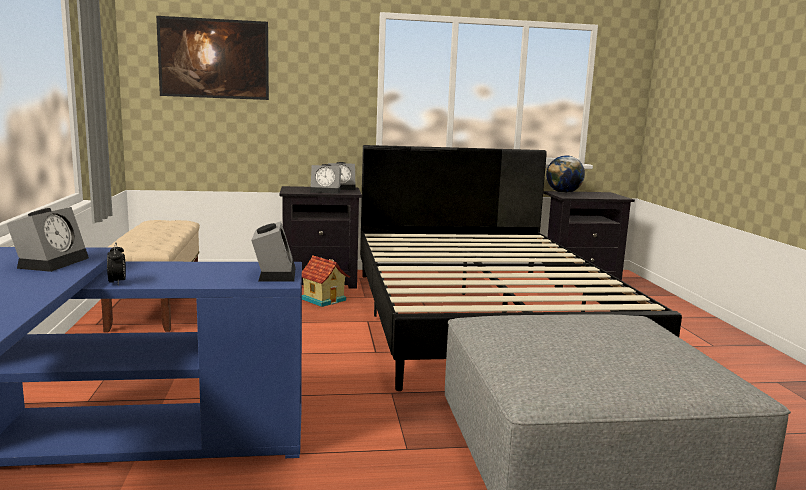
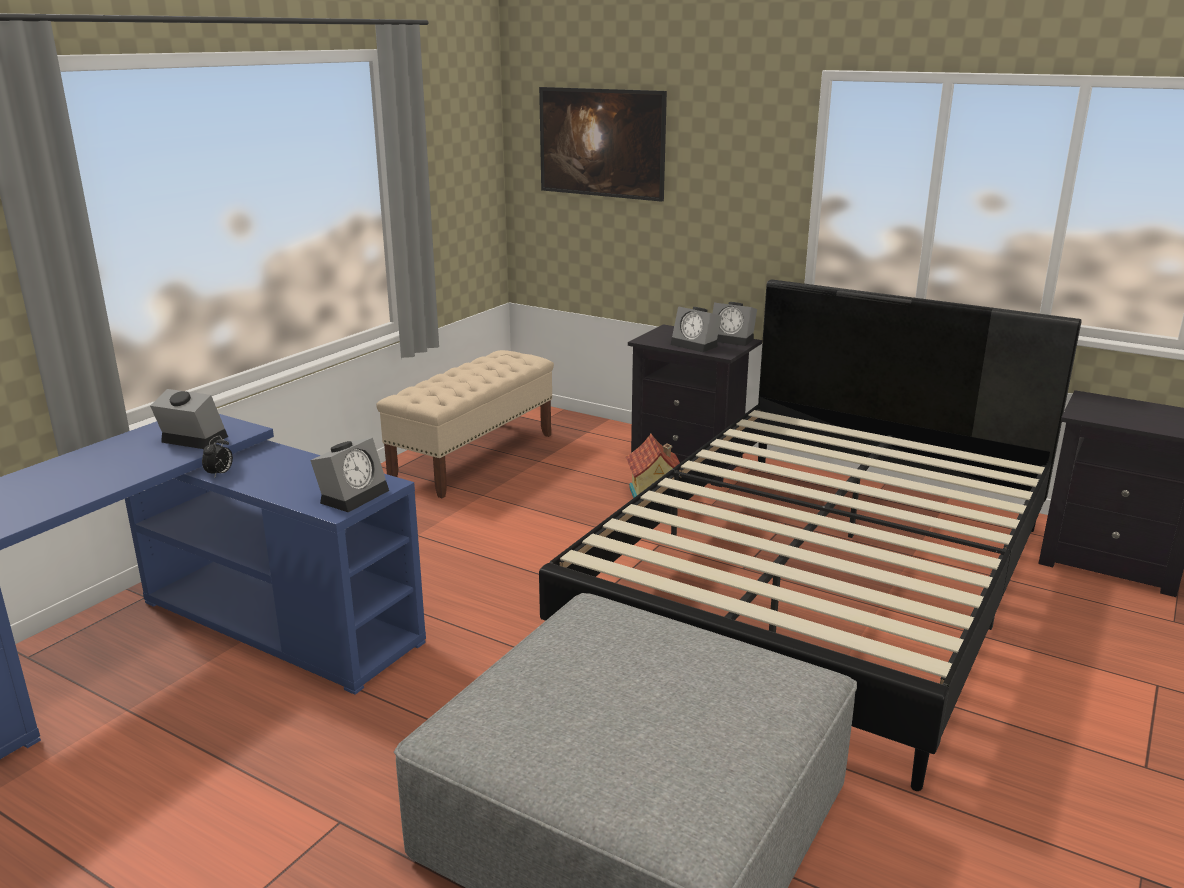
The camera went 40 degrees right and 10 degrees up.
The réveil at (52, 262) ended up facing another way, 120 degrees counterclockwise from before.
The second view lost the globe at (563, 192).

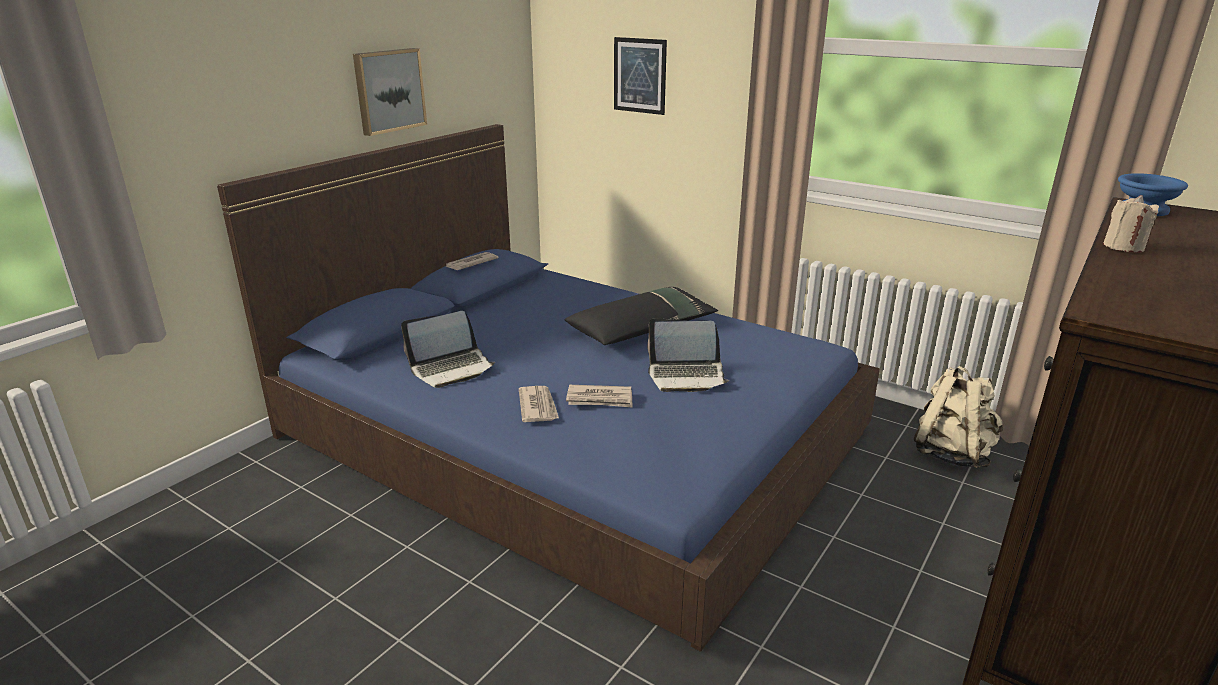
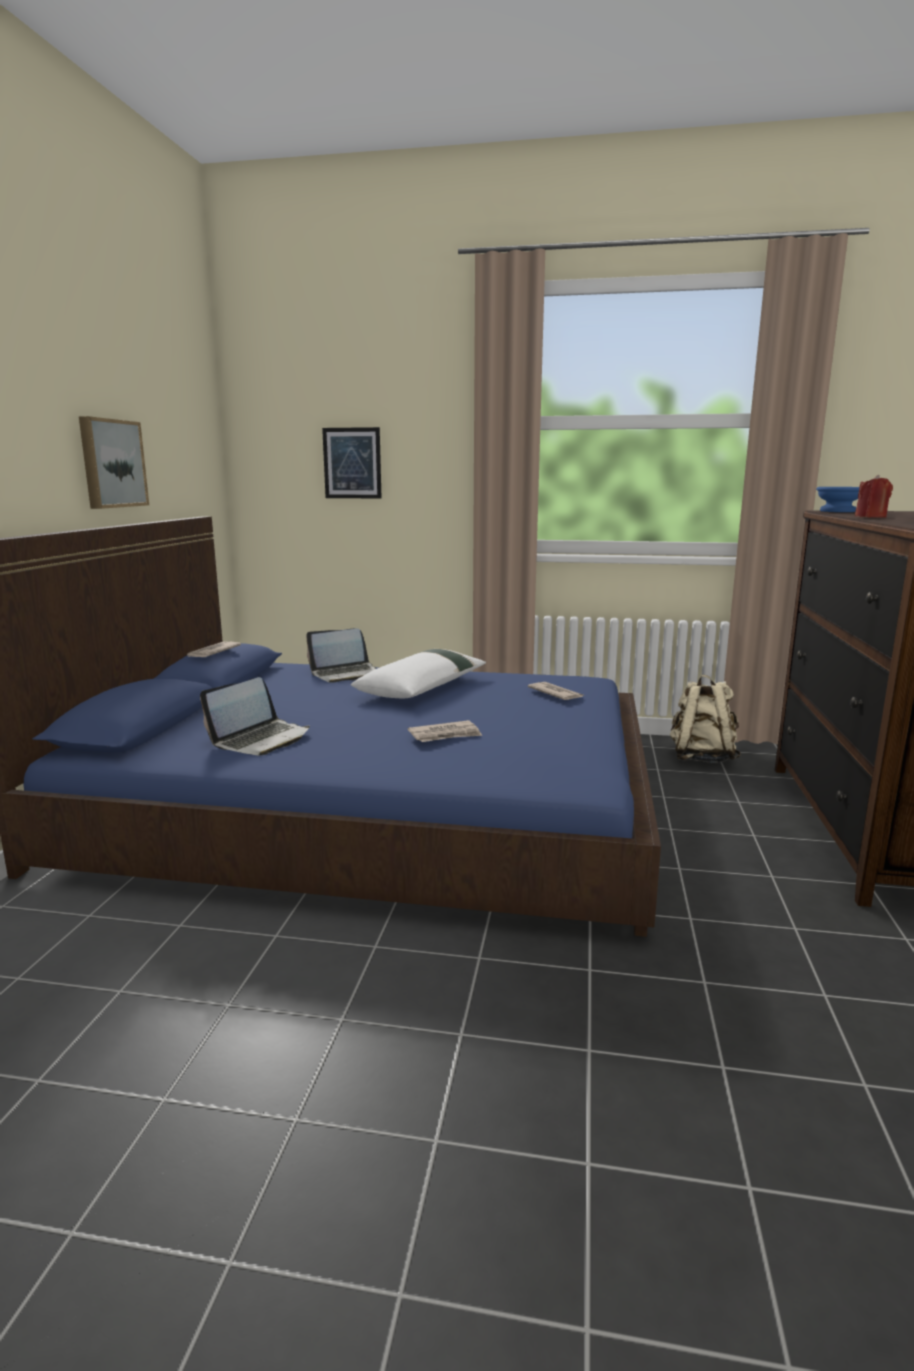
The camera went 25 degrees left and 10 degrees down.
The journal ended up elsewhere, having gone from (538, 406) to (555, 694).
What was the coussin [noir] at (642, 328) turned into the coussin [blanc] at (422, 687).
The ordinateur portable ended up elsewhere, having gone from (686, 376) to (345, 674).
What was the bougie [beige] at (1123, 247) turned into the bougie [rouge] at (870, 517).

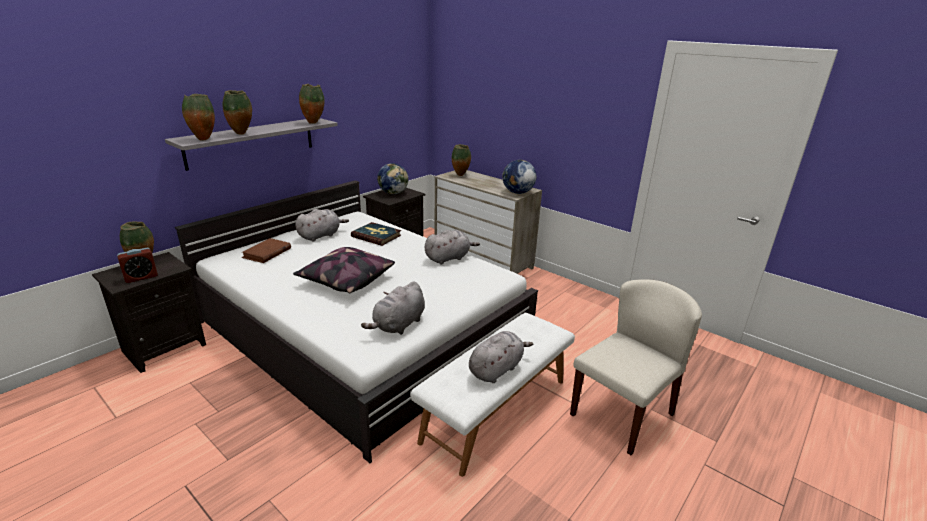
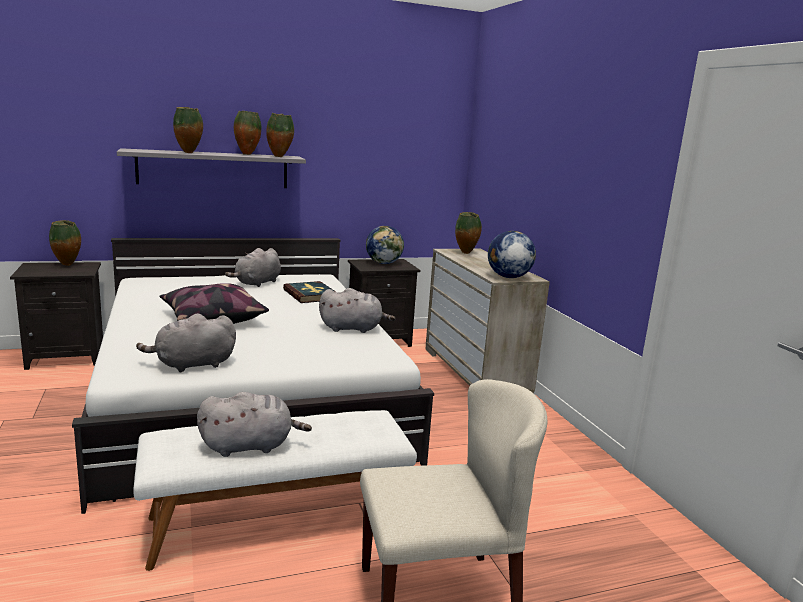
The camera went 30 degrees right and 10 degrees down.
The second view lost the réveil at (141, 277).
The vase ended up elsewhere, having gone from (203, 139) to (247, 154).
The second view lost the livre [marron] at (267, 253).
The peluche [gris] at (321, 235) ended up facing another way, 135 degrees clockwise from before.

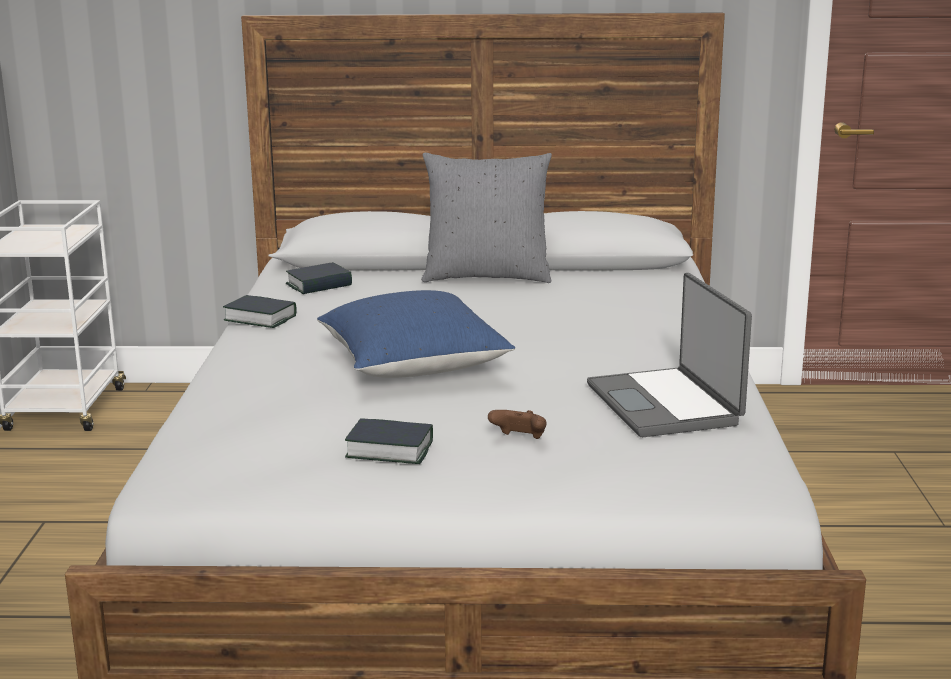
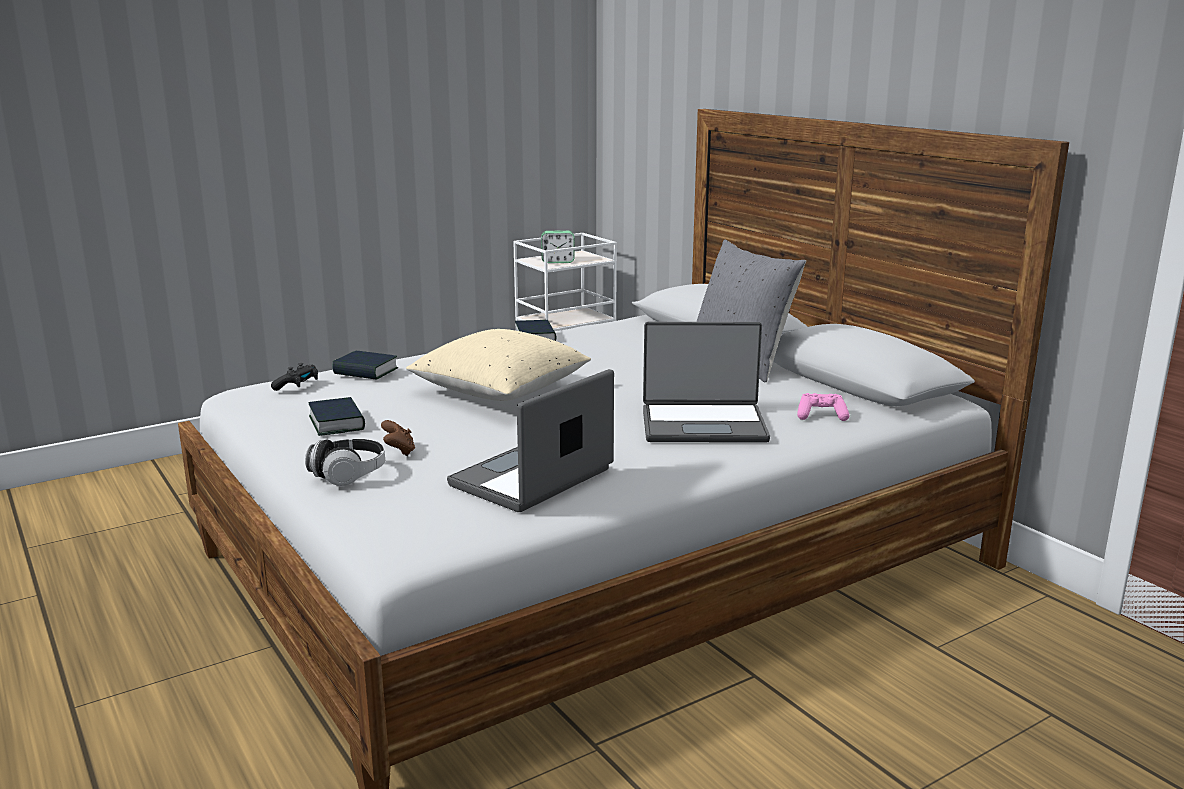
The camera went 55 degrees right and 0 degrees up.
The livre ended up elsewhere, having gone from (319, 285) to (365, 371).
What was the coussin [bleu] at (413, 366) turned into the coussin [beige] at (500, 391).
The second view gained the manette [noir] at (297, 386).
The second view gained the casque audio at (348, 475).
The second view gained the réveil at (558, 261).
The second view gained the ordinateur portable at (703, 425).
The second view gained the manette [rose] at (821, 416).

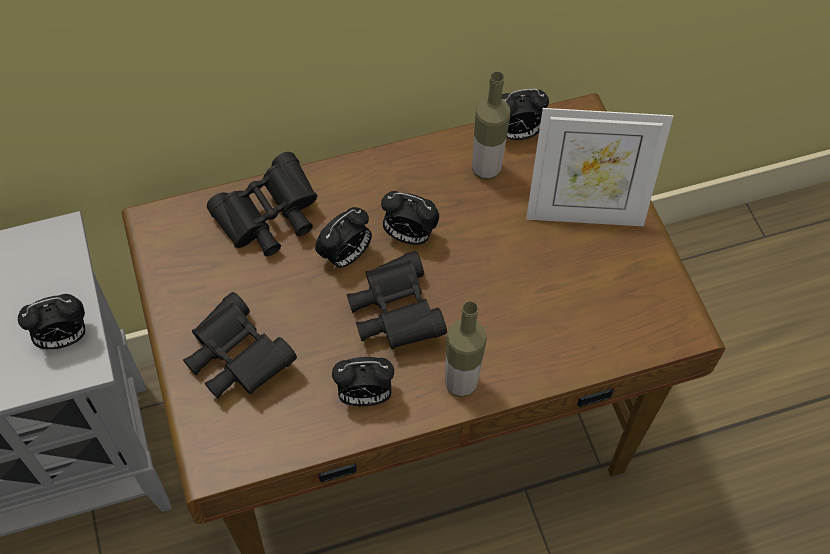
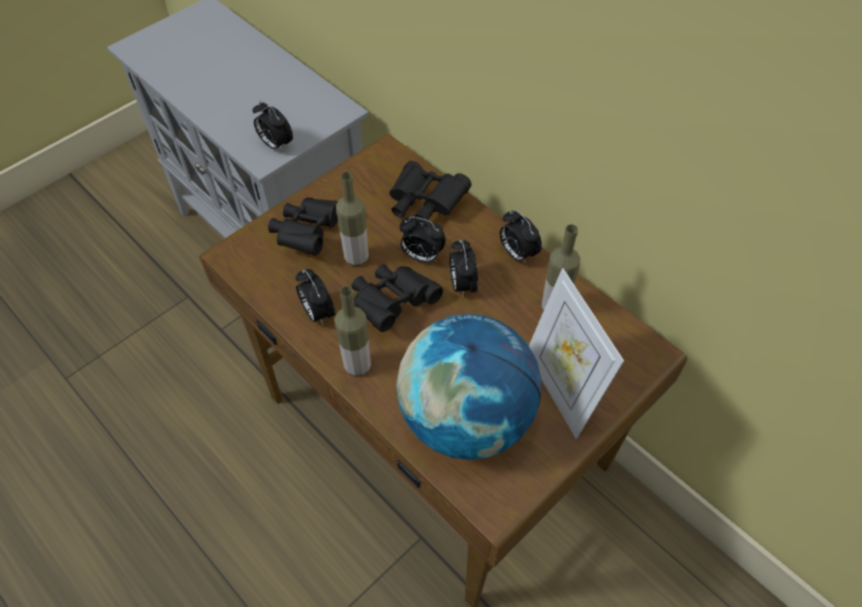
The camera went 65 degrees right and 5 degrees down.
The réveil ended up elsewhere, having gone from (517, 133) to (517, 253).
The second view gained the bouteille at (356, 258).
The second view gained the globe at (466, 418).

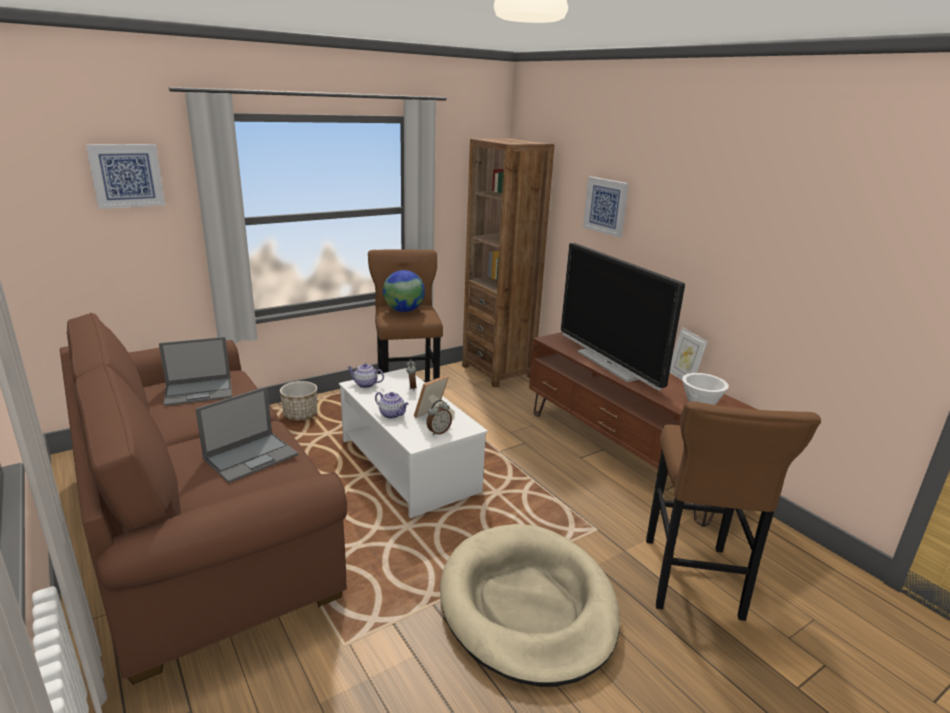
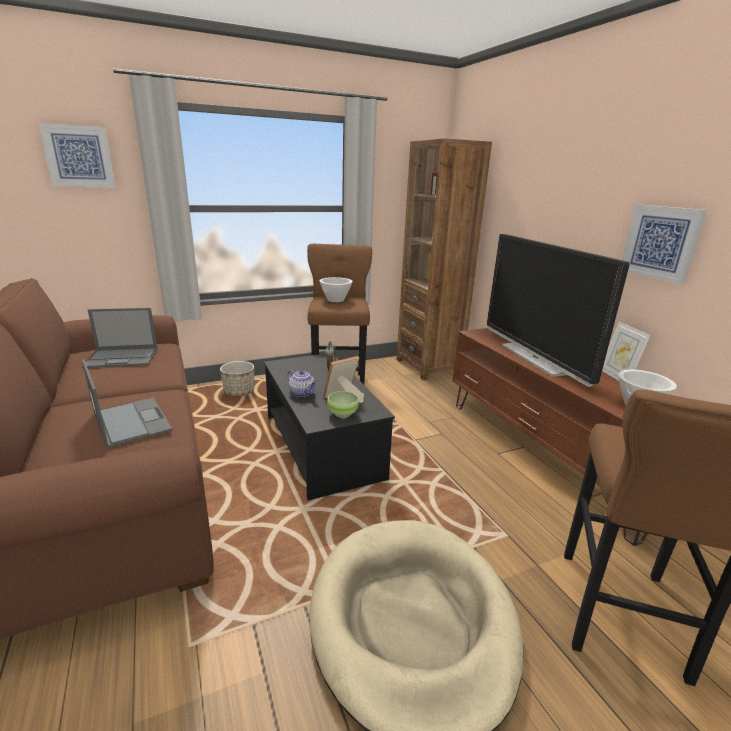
The camera went 10 degrees right and 0 degrees up.
The ordinateur portable at (252, 456) ended up facing another way, 90 degrees counterclockwise from before.
What was the table basse [blanc] at (408, 465) turned into the table basse [noir] at (321, 445).
The second view lost the théière at (365, 384).
Where the globe stood at (404, 310), the bol [blanc] came to stand at (336, 300).
Where the réveil stood at (438, 432), the bol [vert] came to stand at (342, 413).
The tableau ended up elsewhere, having gone from (606, 206) to (660, 242).

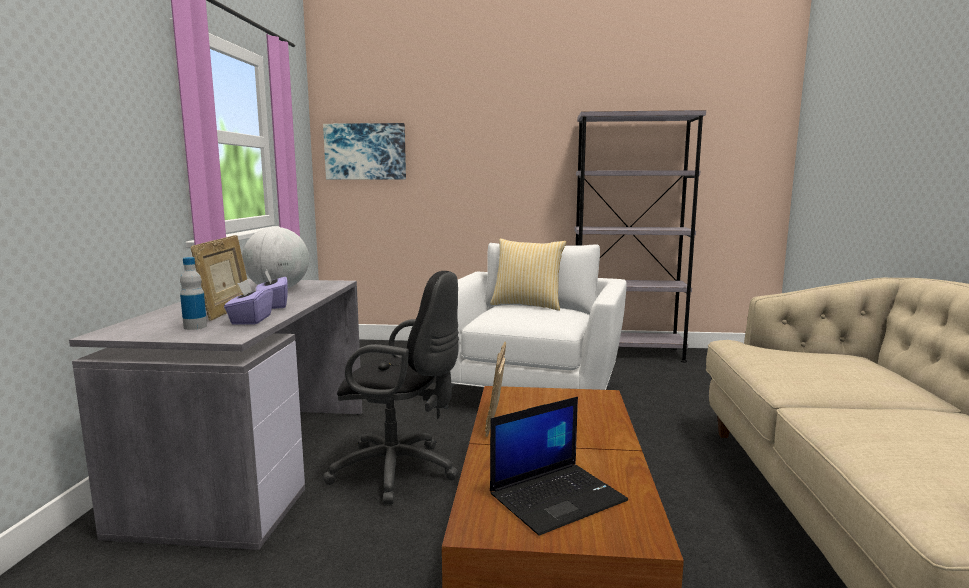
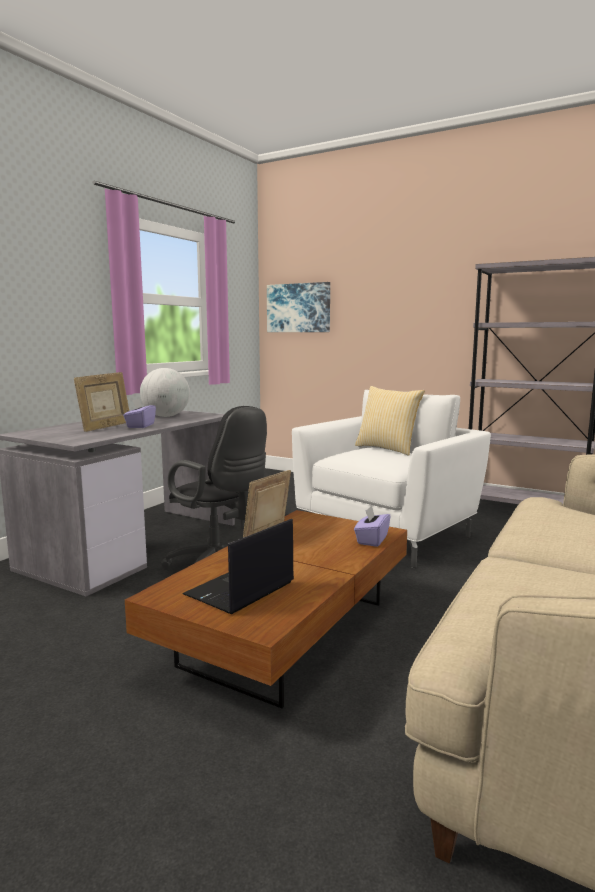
The camera went 25 degrees right and 0 degrees up.
The second view lost the bouteille at (195, 327).
The boîte à mouchoirs [violet] ended up elsewhere, having gone from (250, 320) to (371, 540).
The ordinateur portable at (557, 497) ended up facing another way, 135 degrees clockwise from before.

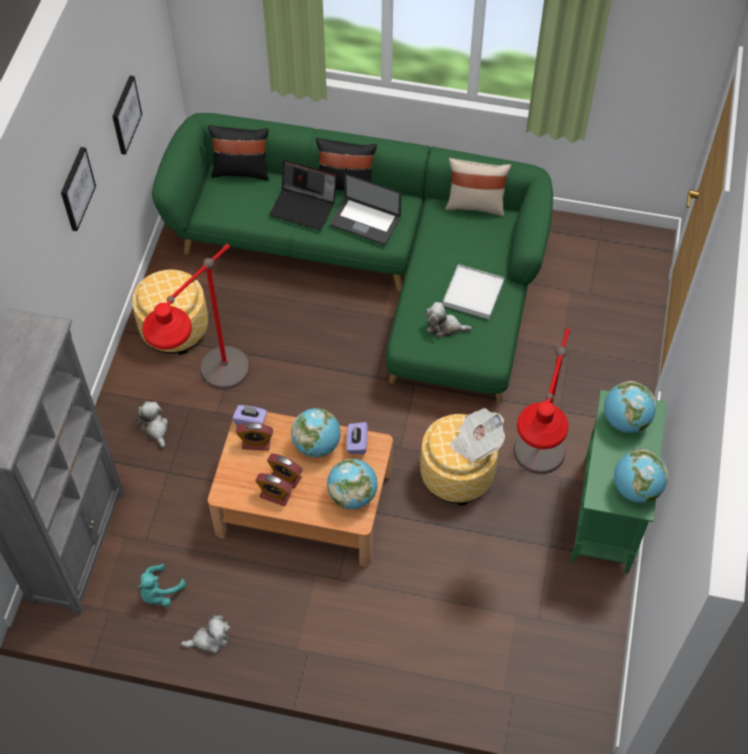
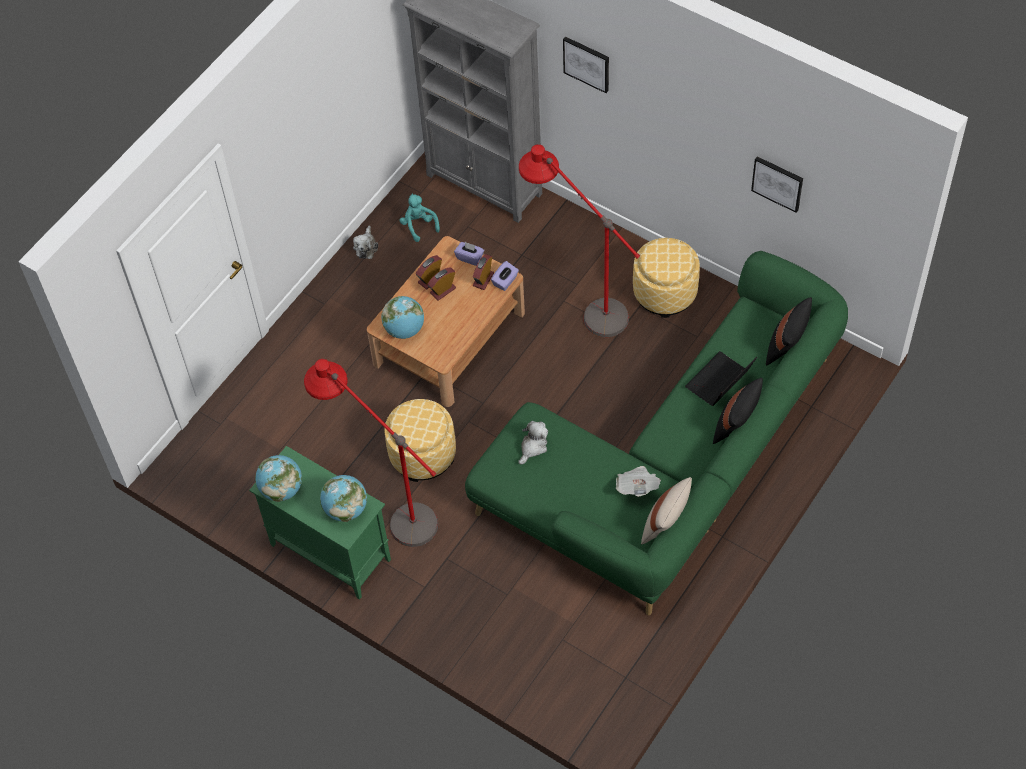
The camera went 115 degrees right and 0 degrees up.
The tableau ended up elsewhere, having gone from (76, 188) to (587, 63).
The second view lost the peluche at (155, 428).
The second view lost the globe at (317, 445).
The second view lost the ordinateur portable at (365, 222).
The boîte à mouchoirs [violet] ended up elsewhere, having gone from (357, 443) to (470, 258).
The second view lost the plateau [blanc] at (473, 293).
The journal ended up elsewhere, having gone from (476, 442) to (637, 487).

